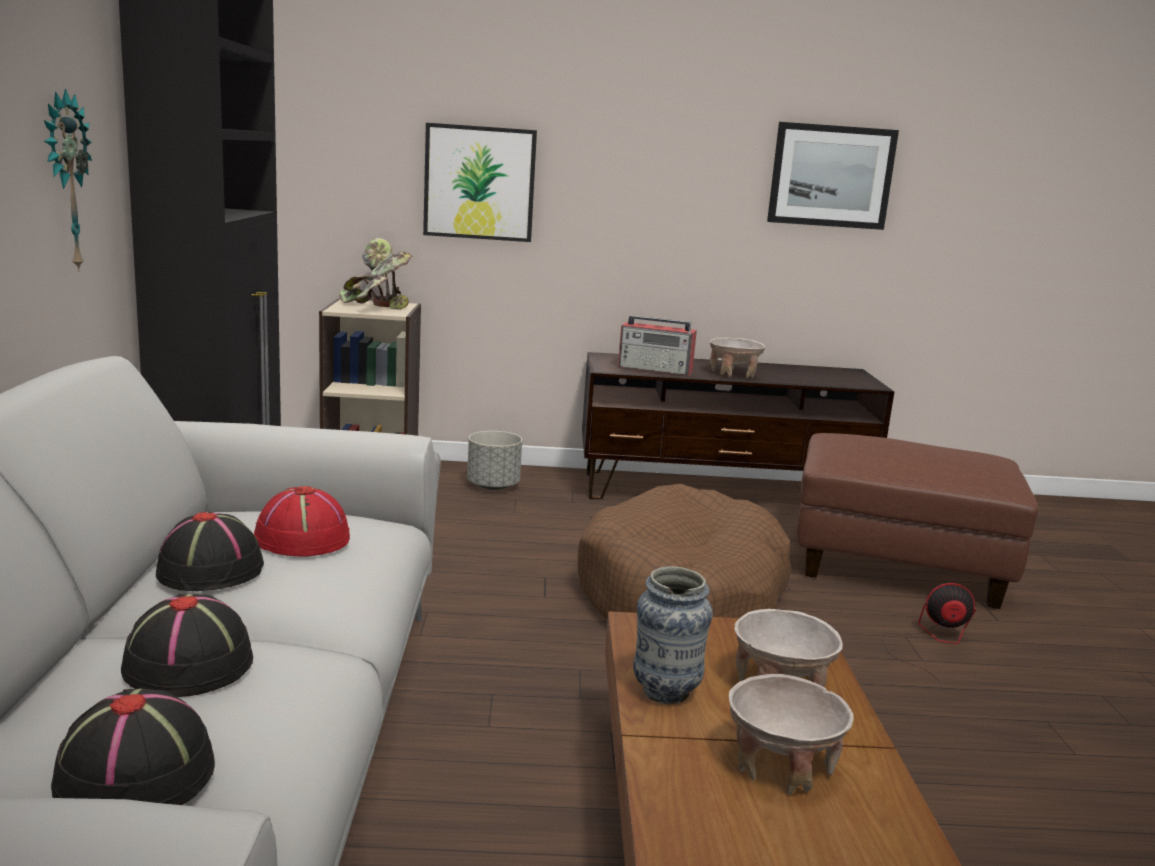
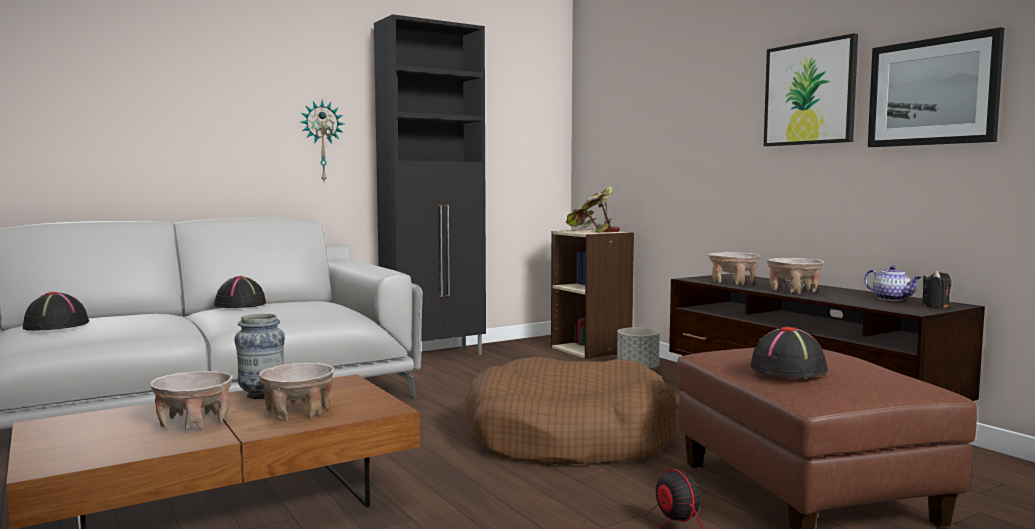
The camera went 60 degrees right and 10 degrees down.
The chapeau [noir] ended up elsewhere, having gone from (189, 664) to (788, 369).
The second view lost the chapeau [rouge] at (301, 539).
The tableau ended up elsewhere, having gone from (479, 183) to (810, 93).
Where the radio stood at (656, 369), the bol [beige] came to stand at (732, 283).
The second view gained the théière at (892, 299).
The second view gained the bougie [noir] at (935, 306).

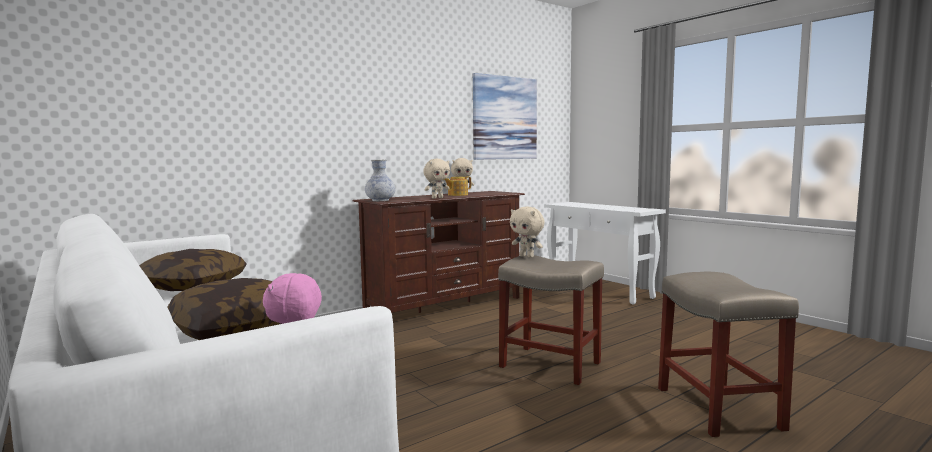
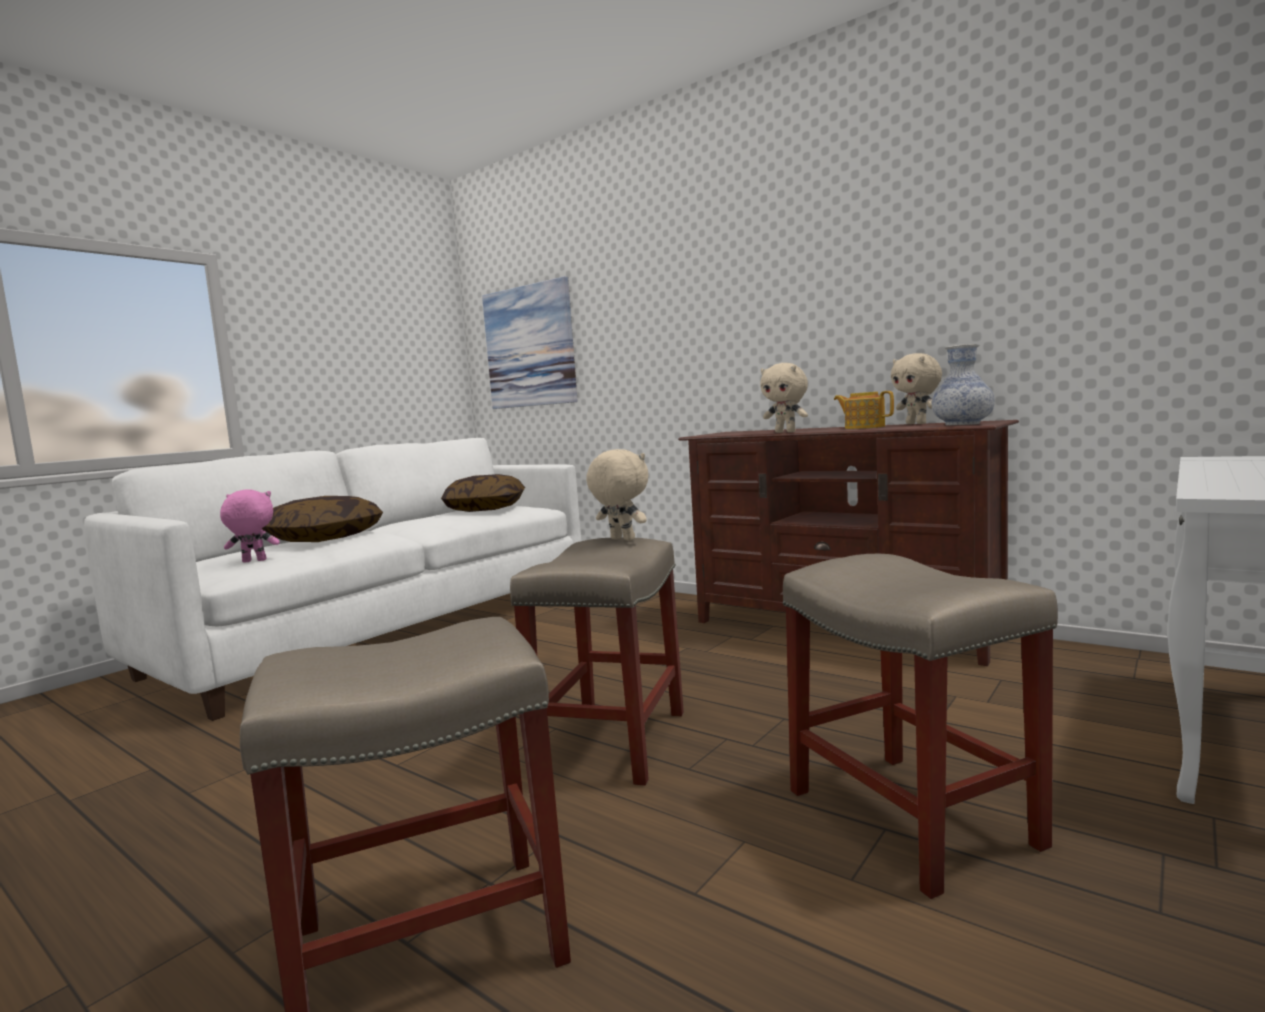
The camera went 75 degrees right and 0 degrees up.
The vase ended up elsewhere, having gone from (380, 200) to (962, 424).
The tableau ended up elsewhere, having gone from (504, 118) to (530, 346).
The peluche [beige] at (527, 256) ended up facing another way, 105 degrees clockwise from before.
The second view gained the tabouret [beige] at (913, 819).

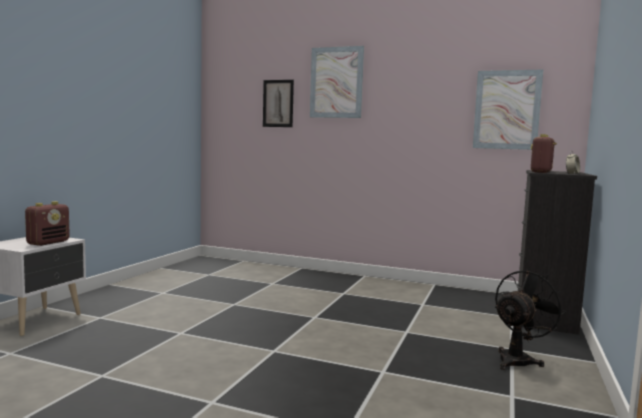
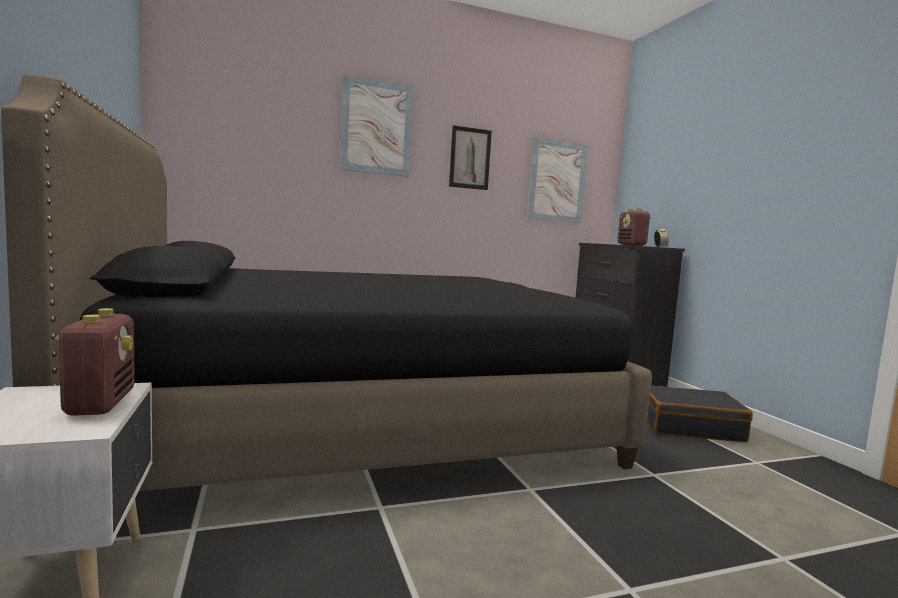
The camera went 40 degrees left and 0 degrees up.
The tableau ended up elsewhere, having gone from (278, 103) to (470, 158).
Where the ventilateur [noir] stood at (518, 359), the valise [noir] came to stand at (689, 426).
The second view gained the lit [noir] at (356, 421).

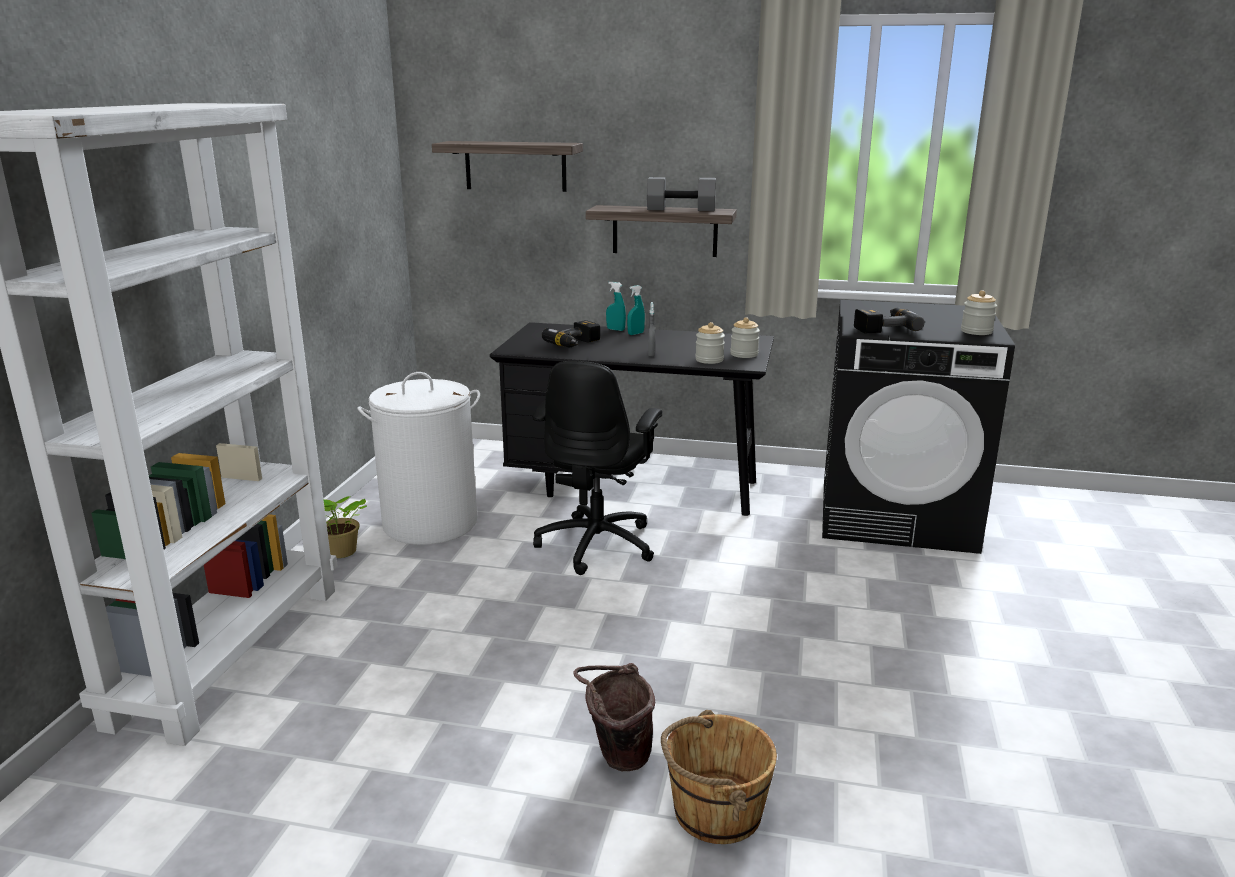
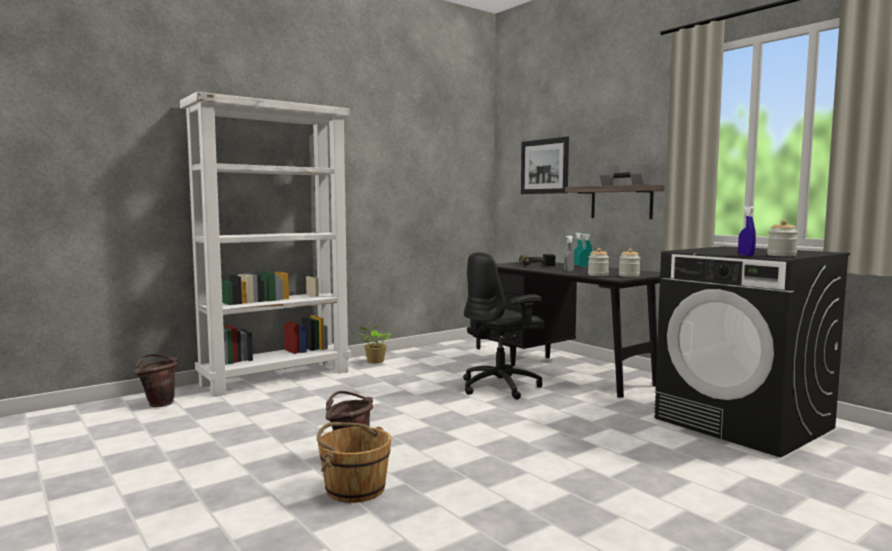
The camera went 40 degrees right and 15 degrees down.
The second view lost the panier à linge [blanc] at (430, 523).
Where the étagère hung at (515, 166), the tableau came to hang at (544, 166).
The second view lost the perceuse at (883, 327).
The second view gained the seau [marron] at (158, 403).
The second view gained the vaporisateur [bleu] at (746, 255).

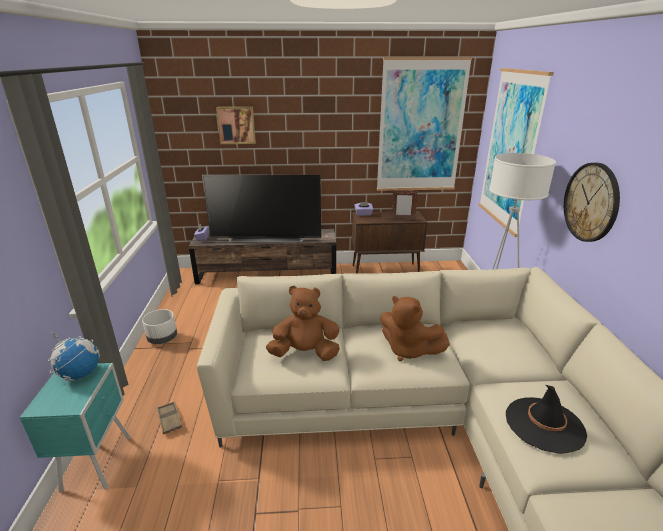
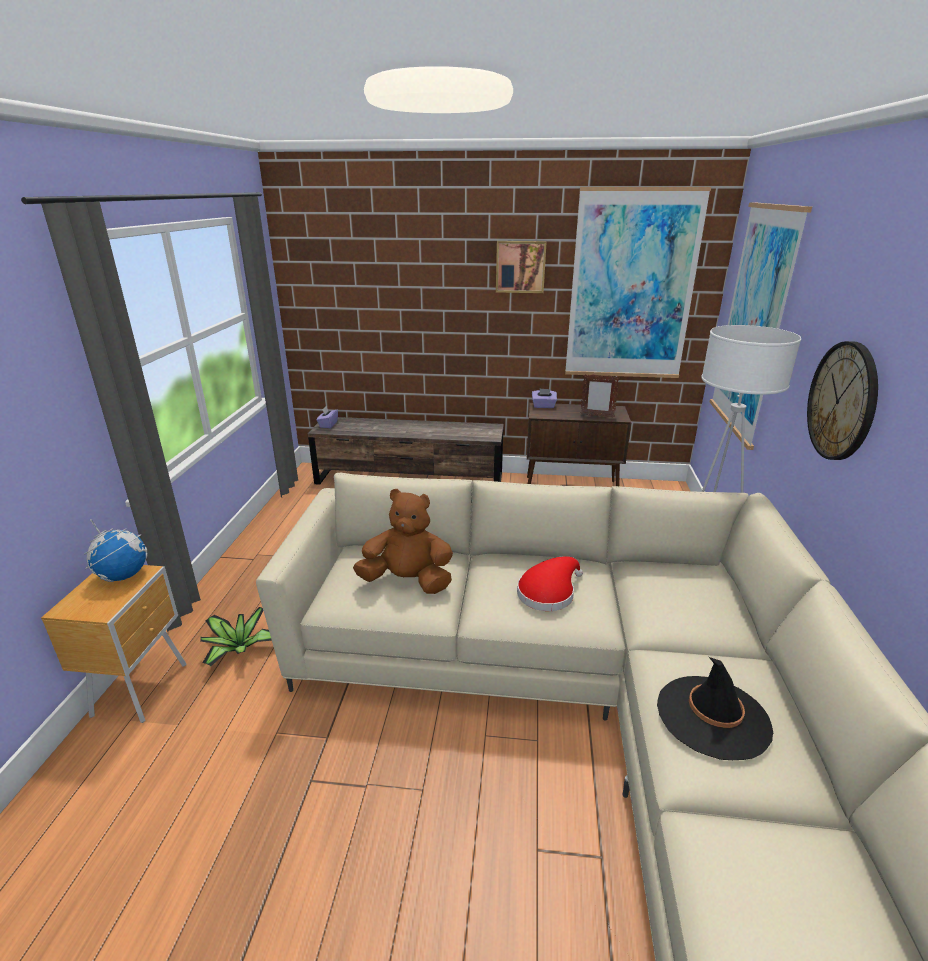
The camera went 10 degrees right and 0 degrees up.
What was the table de chevet [turquoise] at (99, 461) turned into the table de chevet [marron] at (143, 688).
The second view lost the cache-pot [blanc] at (162, 339).
Where the plateau [marron] stood at (169, 419), the plante en pot came to stand at (238, 649).
The second view lost the téléviseur at (266, 238).
The tableau ended up elsewhere, having gone from (236, 125) to (520, 266).
Where the peluche [marron] stood at (408, 350), the chapeau [rouge] came to stand at (548, 592).

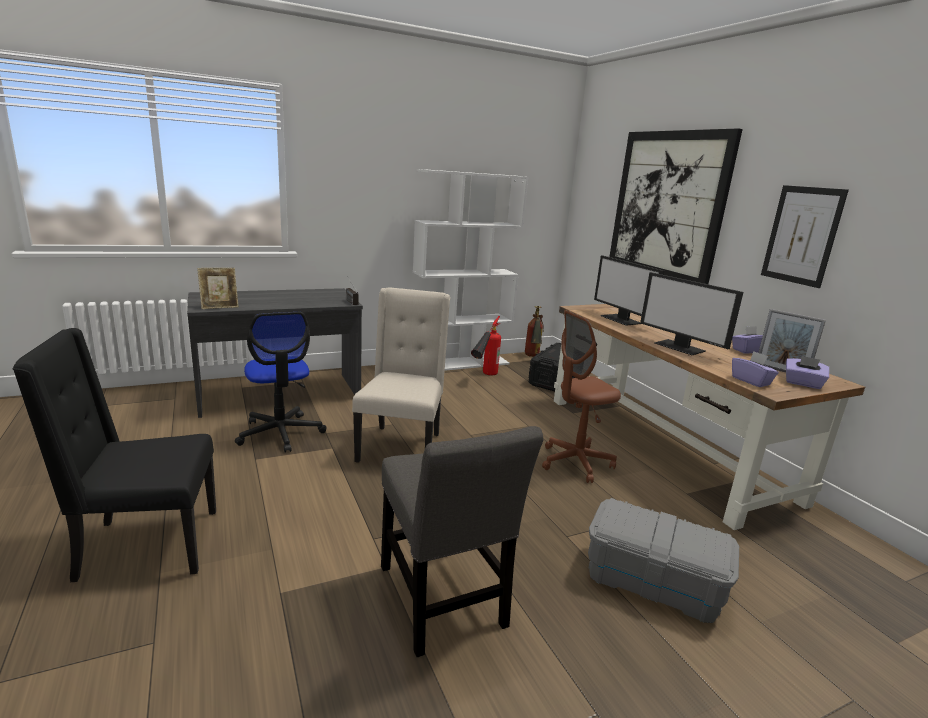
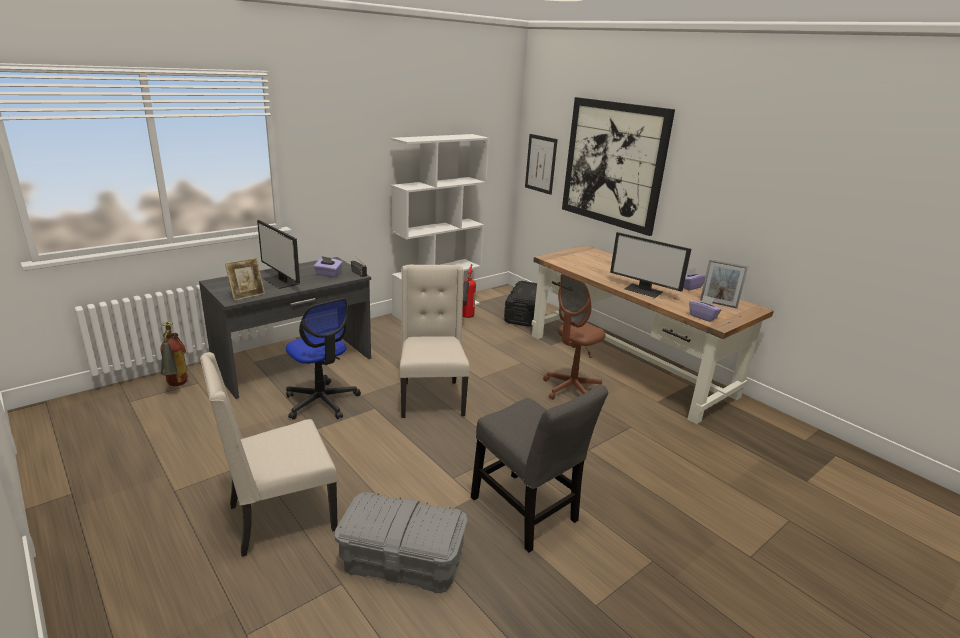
The camera went 15 degrees left and 5 degrees up.
What was the chaise [noir] at (146, 546) turned into the chaise [beige] at (279, 518).
The extincteur ended up elsewhere, having gone from (532, 357) to (176, 386).
The boîte de rangement [gris] ended up elsewhere, having gone from (653, 581) to (402, 561).
The écran d'ordinateur ended up elsewhere, having gone from (621, 320) to (281, 281).
The tableau ended up elsewhere, having gone from (802, 235) to (541, 164).
The boîte à mouchoirs [violet] ended up elsewhere, having gone from (802, 383) to (328, 274).

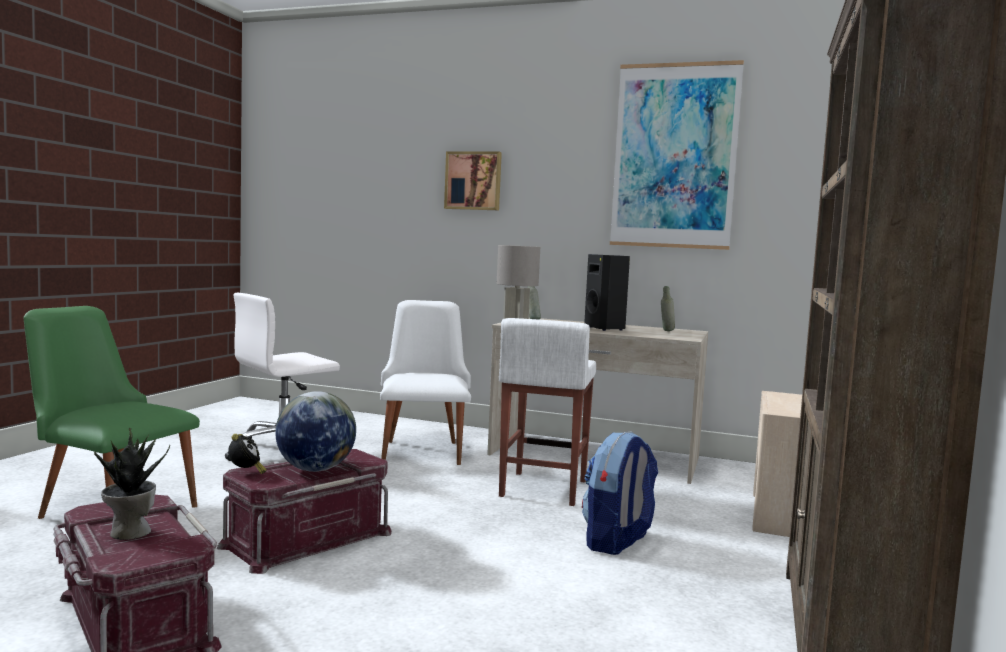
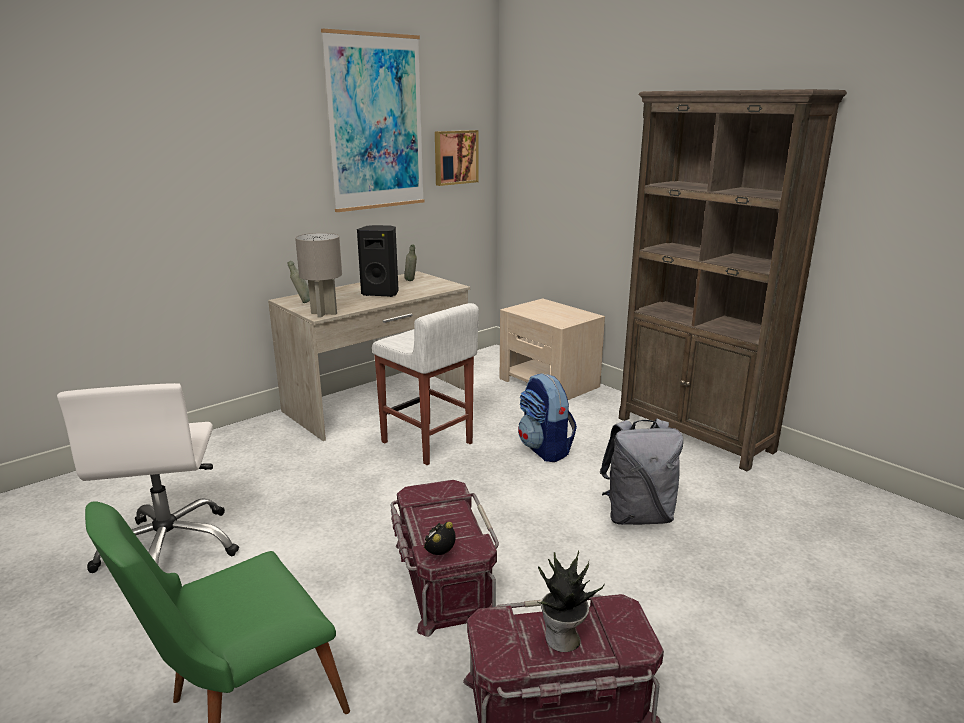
The camera went 60 degrees left and 15 degrees up.
The réveil at (246, 473) ended up facing another way, 75 degrees counterclockwise from before.
The second view lost the globe at (315, 469).
The second view lost the chaise [blanc] at (423, 449).
The tableau ended up elsewhere, having gone from (473, 181) to (455, 157).
The second view gained the sac à dos [gris] at (637, 516).

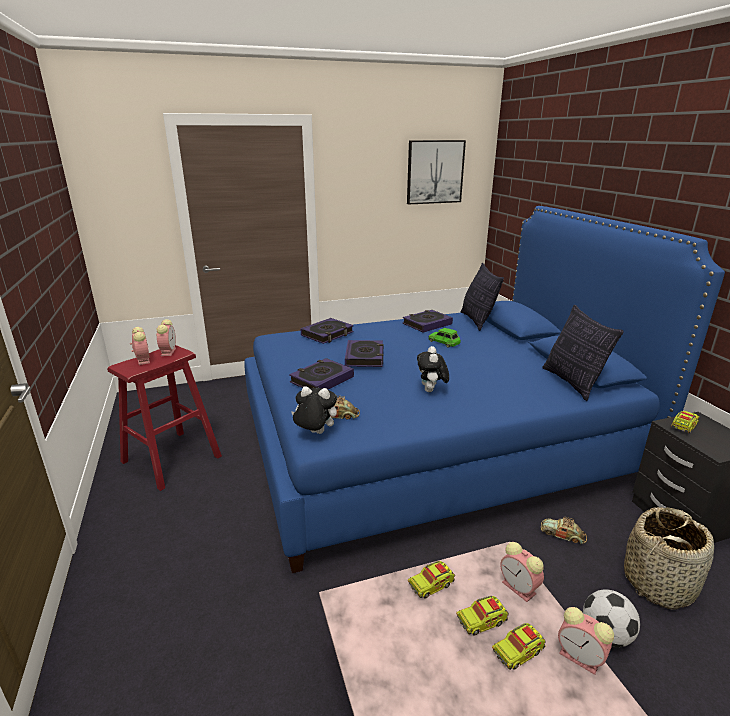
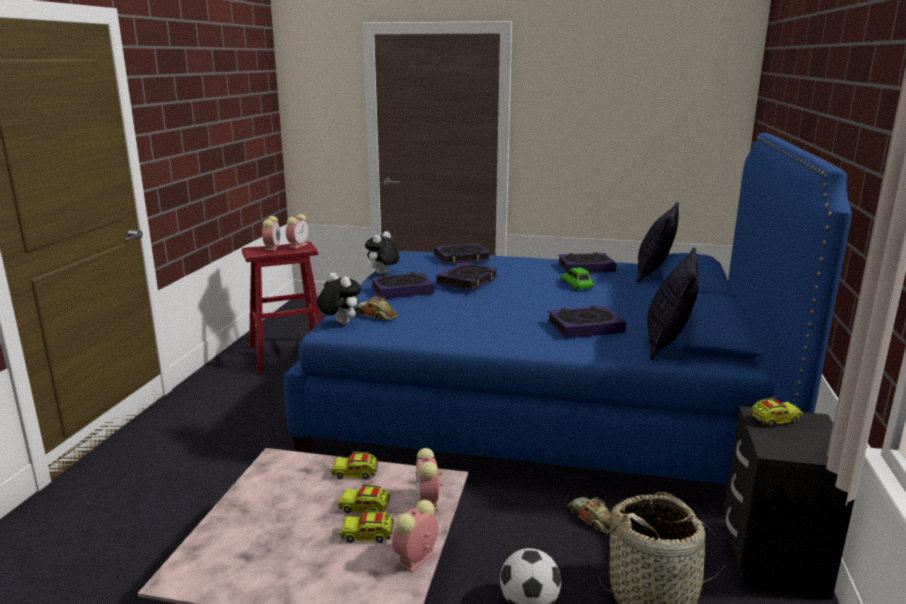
The camera went 30 degrees right and 5 degrees down.
The second view lost the tableau at (435, 172).
The peluche ended up elsewhere, having gone from (431, 391) to (382, 274).
The réveil at (581, 658) ended up facing another way, 60 degrees clockwise from before.
The second view gained the livre at (585, 327).

